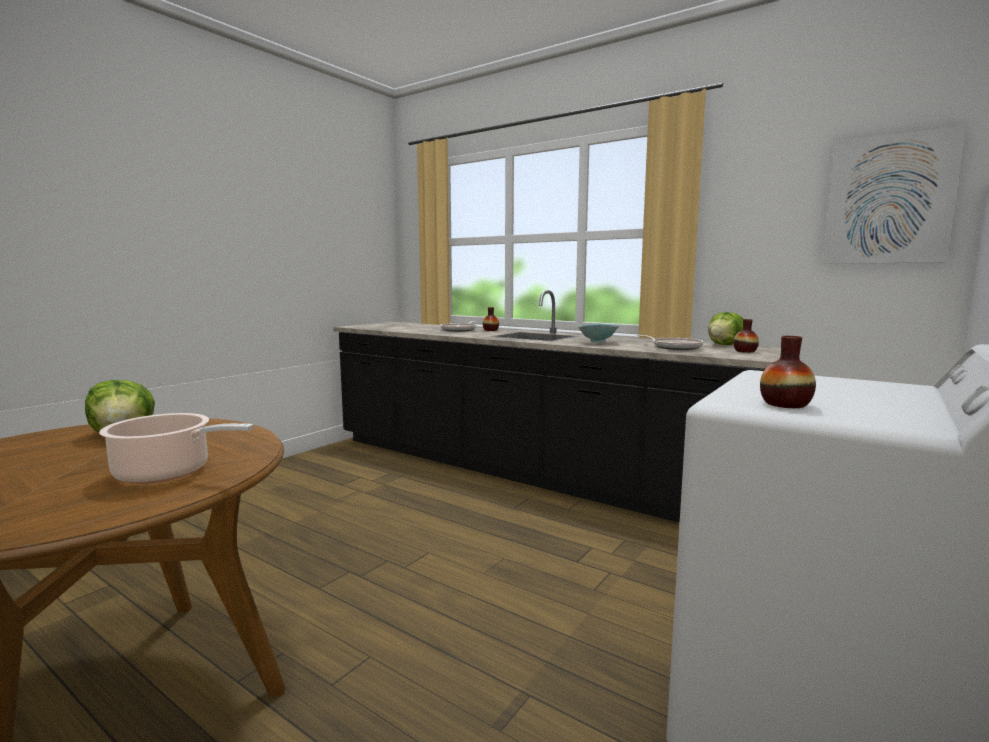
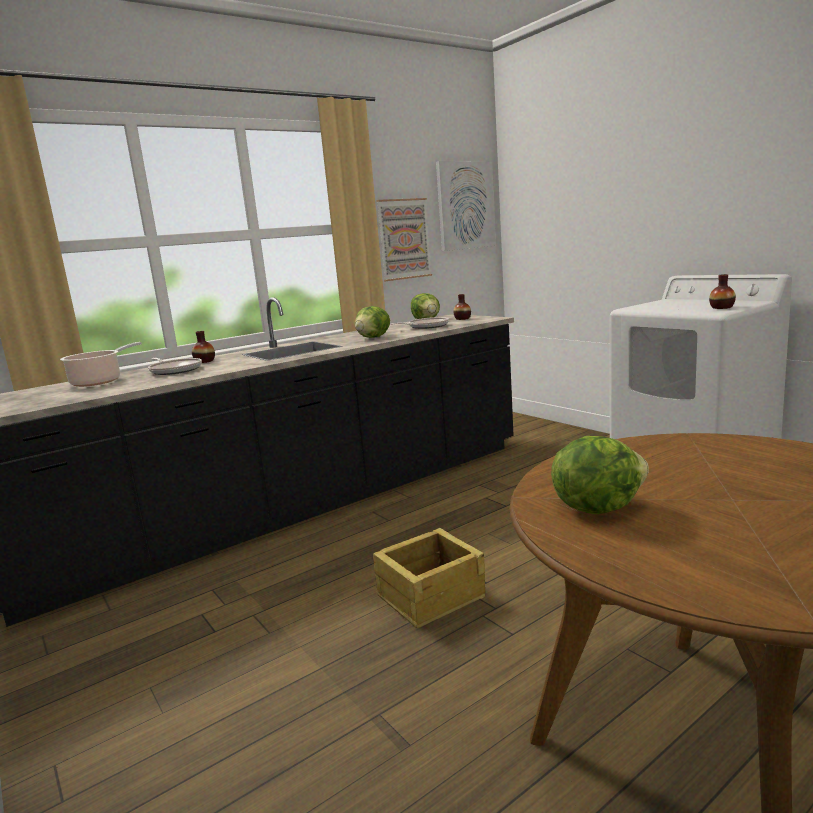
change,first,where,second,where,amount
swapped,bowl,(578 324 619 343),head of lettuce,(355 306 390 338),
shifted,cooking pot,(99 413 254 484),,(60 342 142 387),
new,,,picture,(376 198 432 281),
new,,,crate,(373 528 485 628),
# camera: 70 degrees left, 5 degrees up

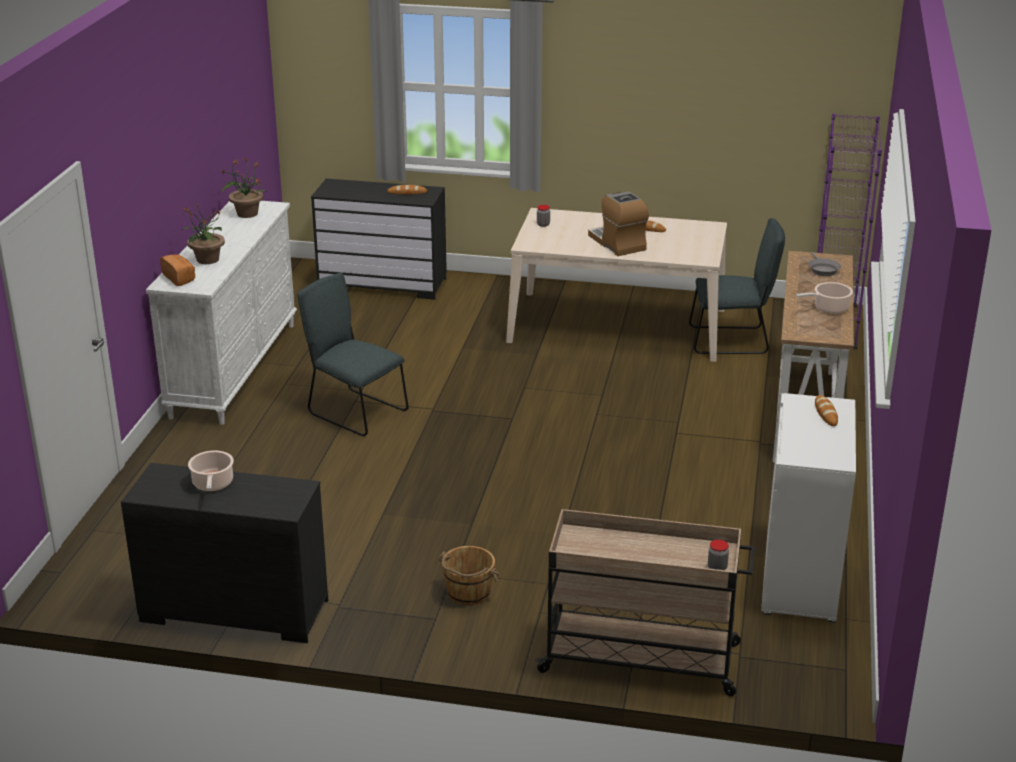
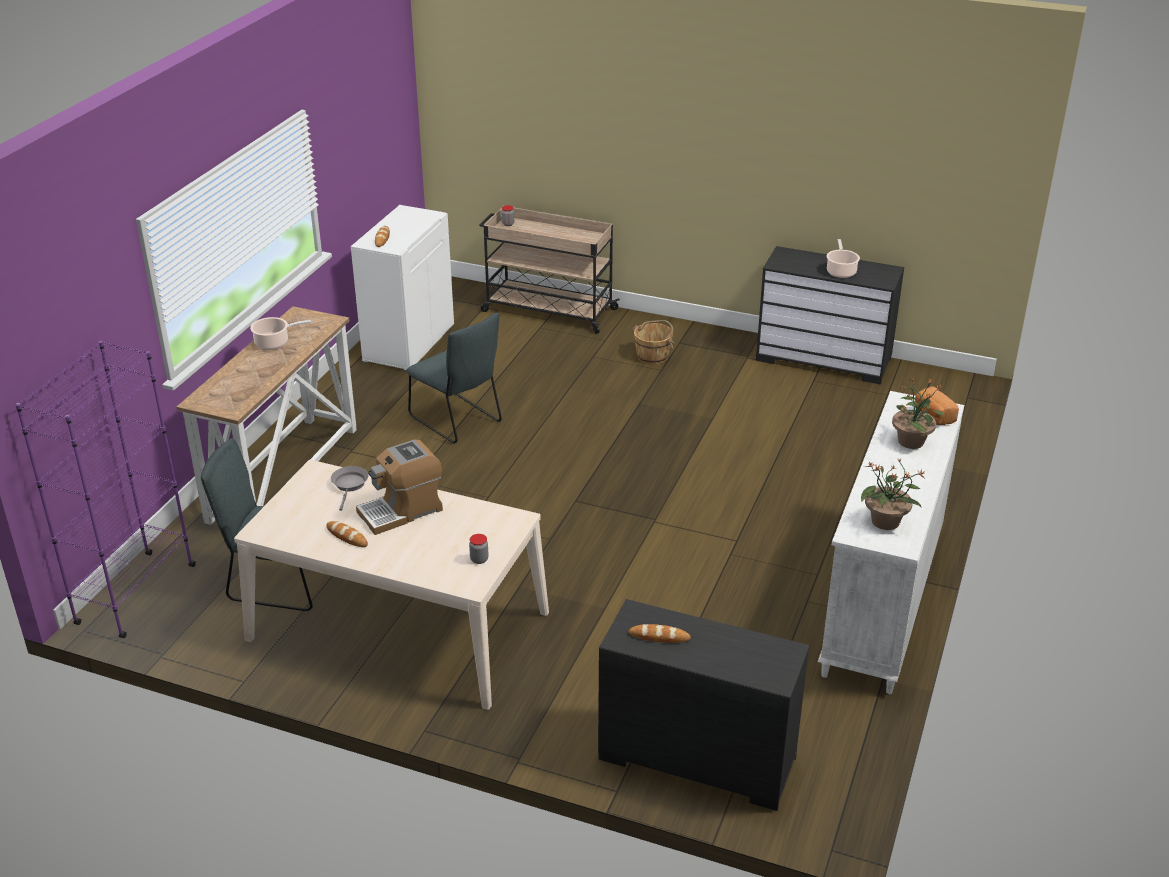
change,first,where,second,where,amount
rotated,coffee maker,(588 191 649 256),,(356 440 443 535),75 degrees clockwise
shifted,gray frying pan,(808 252 841 276),,(331 466 369 511),
shifted,gray chair,(297 273 409 436),,(406 313 502 443),
# camera: 170 degrees left, 5 degrees up

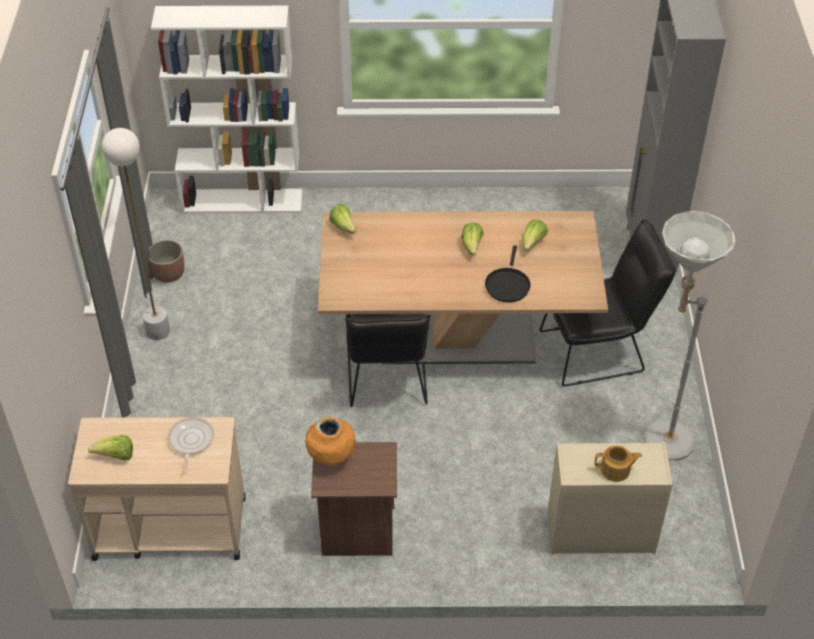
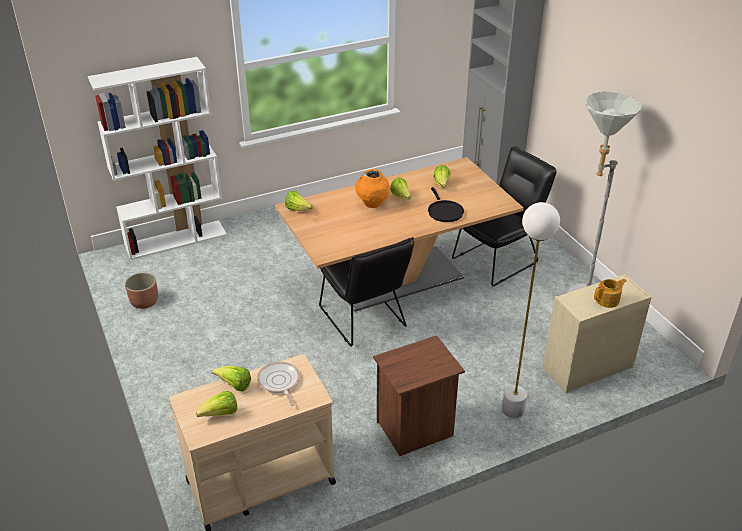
change,first,where,second,where,amount
shifted,white-coloured floor lamp,(102 128 170 340),,(502 202 560 418),
shifted,orange-coloured decorative vase,(305 417 356 465),,(355 169 390 208),
new,,,head of lettuce,(212 366 251 391),
# camera: 25 degrees left, 10 degrees down

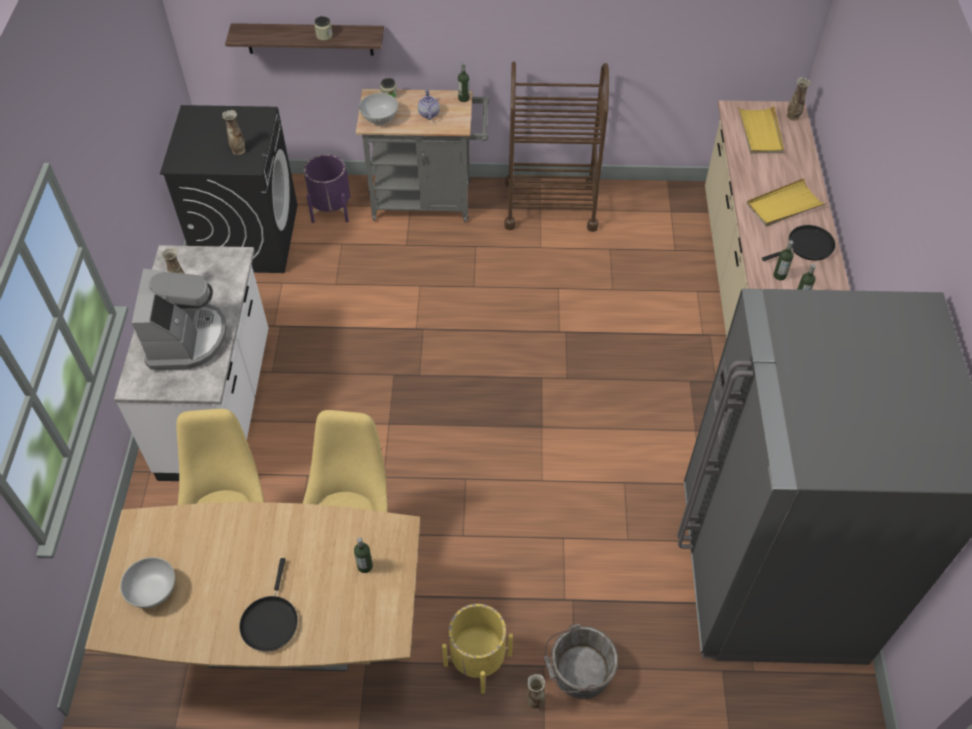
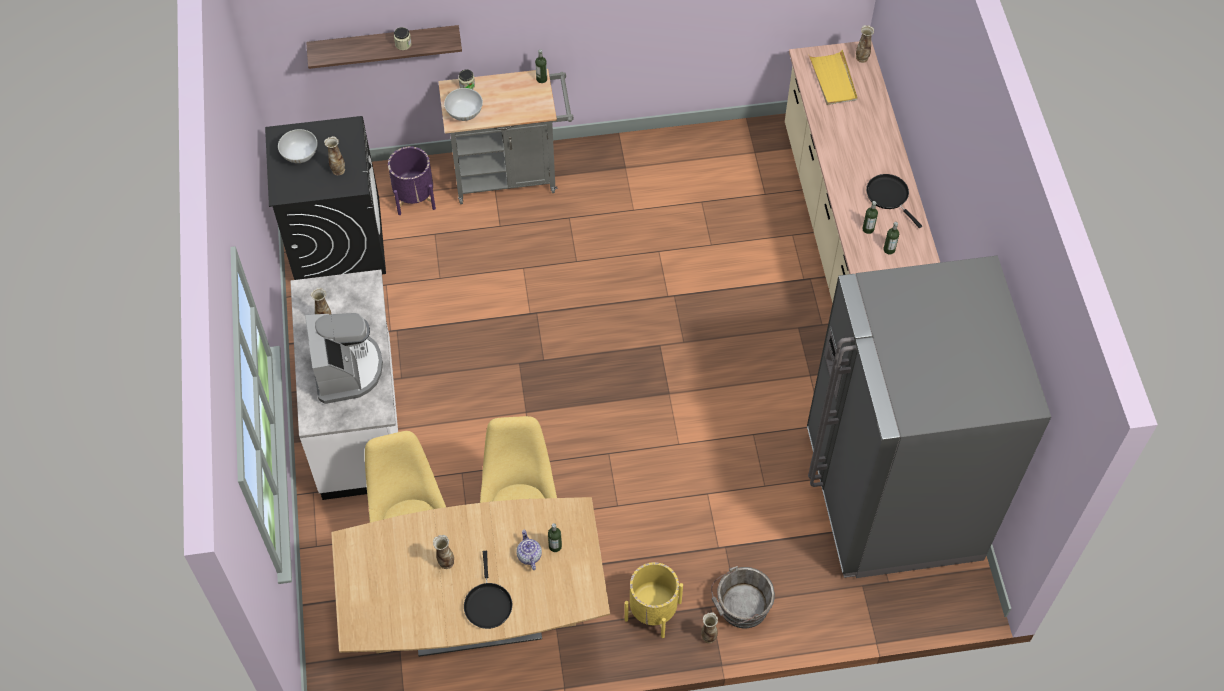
change,first,where,second,where,amount
gone,brown wheeled cart,(504 62 609 232),,,
shifted,tea pot,(418 90 440 120),,(516 529 542 570),
gone,yellowish serving tray,(746 178 827 227),,,
rotated,blackish frying pan,(762 225 836 261),,(866 174 922 228),90 degrees counterclockwise
shifted,white-coloured bowl,(120 557 175 608),,(278 129 318 163),
new,,,decorative vase,(433 535 454 569),
# camera: 10 degrees left, 5 degrees up

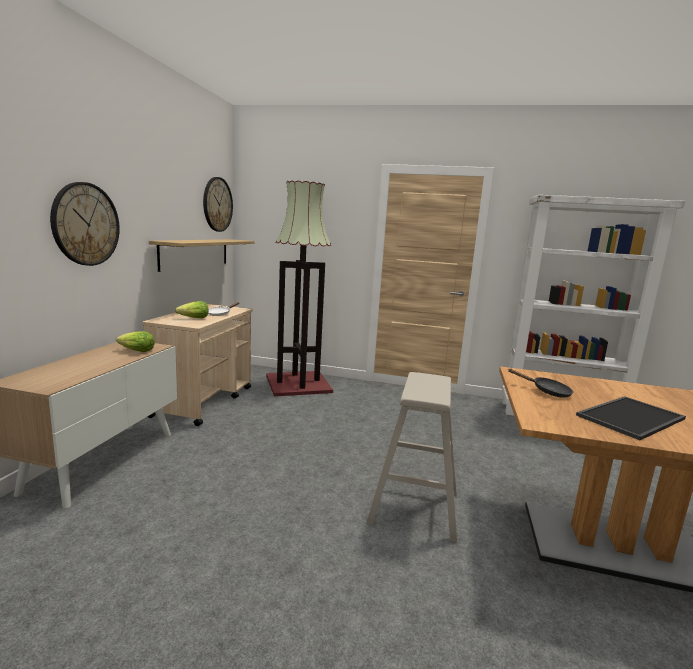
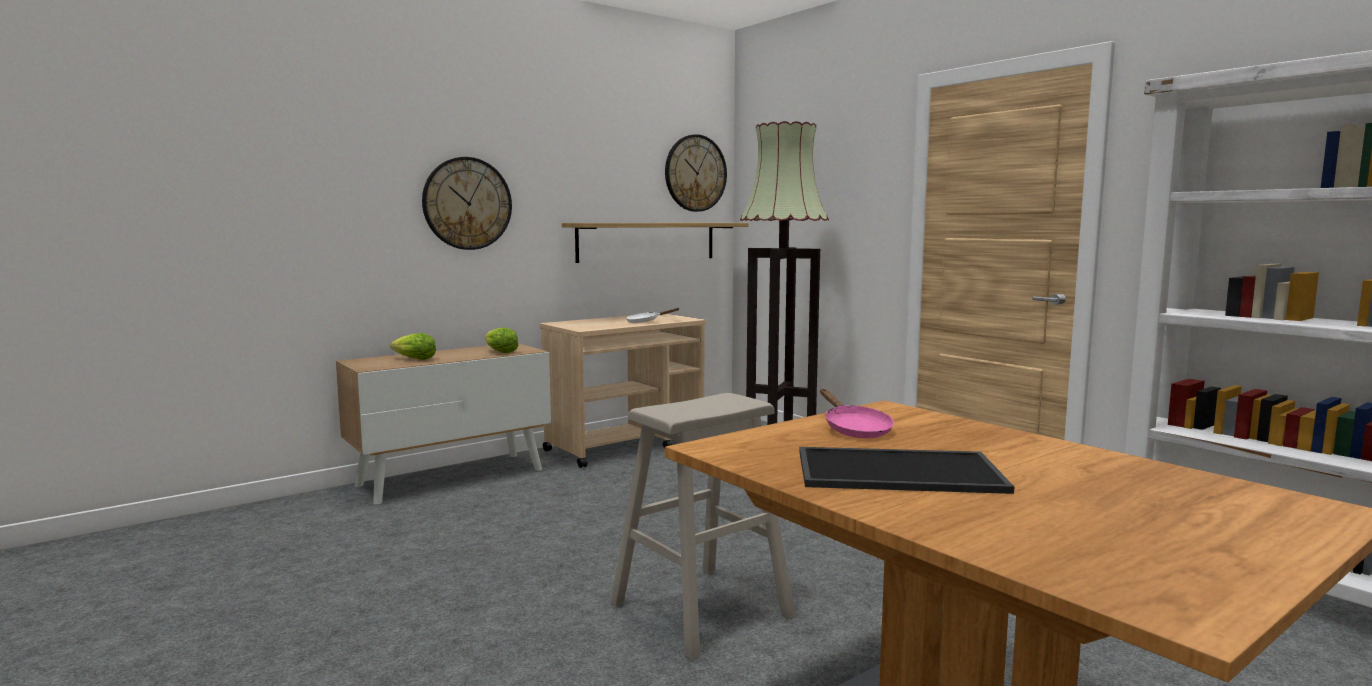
change,first,where,second,where,amount
shifted,head of lettuce,(175 301 208 318),,(390 333 436 360),
repainted,blackish frying pan,(508 369 573 398),pink frying pan,(820 389 894 438),
# camera: 40 degrees right, 5 degrees down

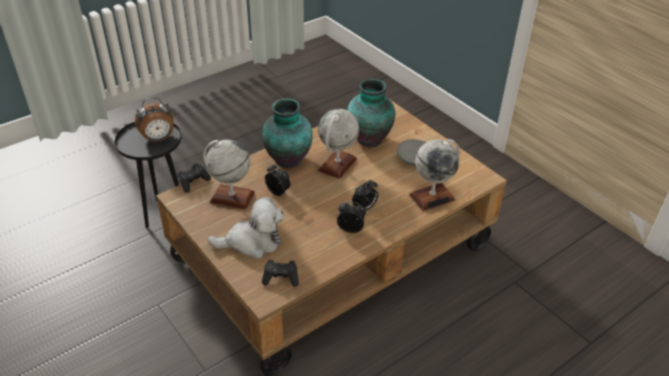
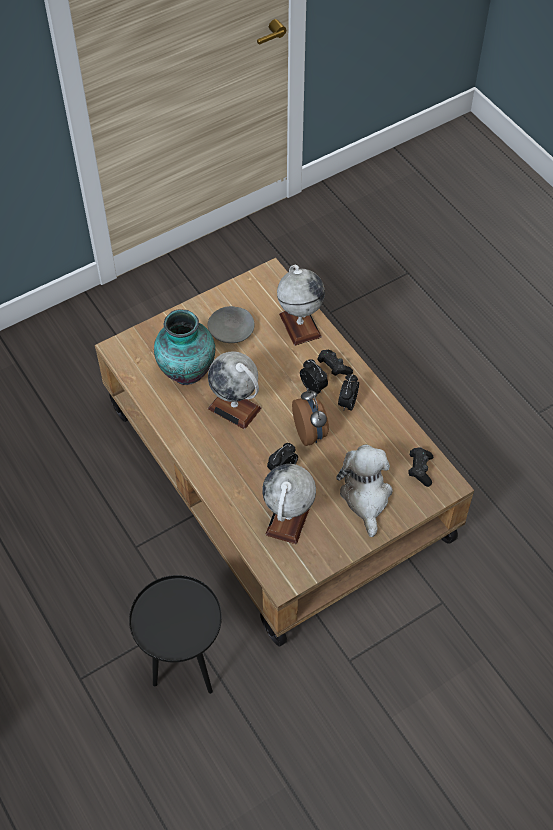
change,first,where,second,where,amount
shifted,alarm clock,(135 97 174 142),,(292 388 329 446),
gone,decorative vase,(262 99 313 168),,,
shifted,blackish gamepad,(178 163 211 192),,(317 350 353 376),
# camera: 85 degrees left, 15 degrees up

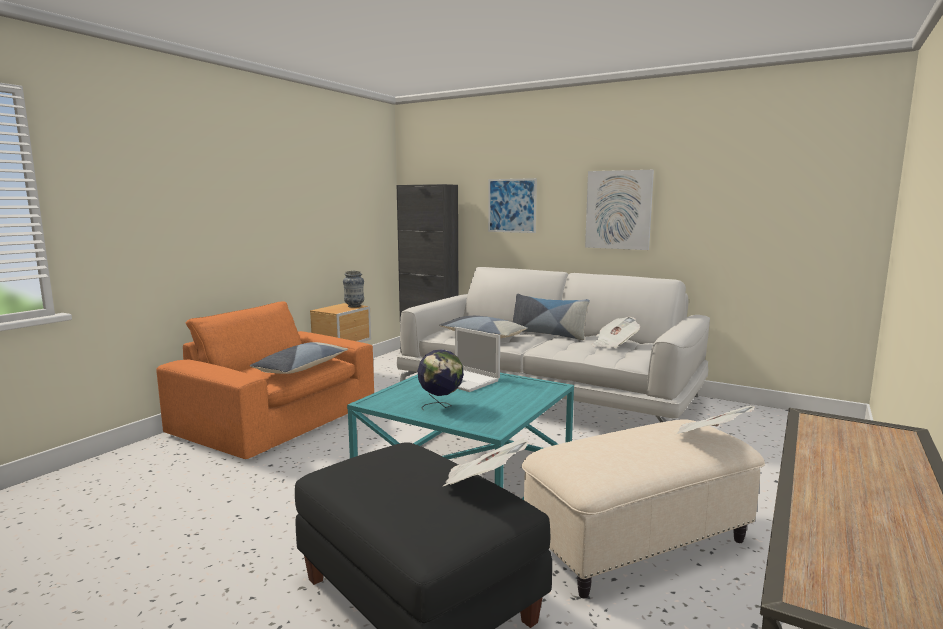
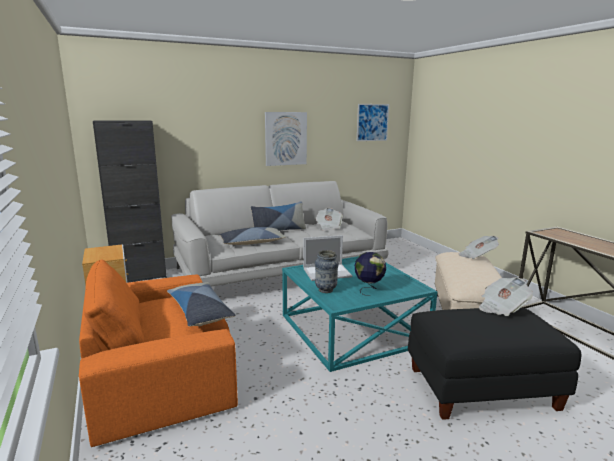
change,first,where,second,where,amount
shifted,picture,(488 178 537 233),,(357 104 389 141),
shifted,decorative vase,(343 271 364 308),,(315 250 339 293),
# camera: 55 degrees left, 5 degrees up

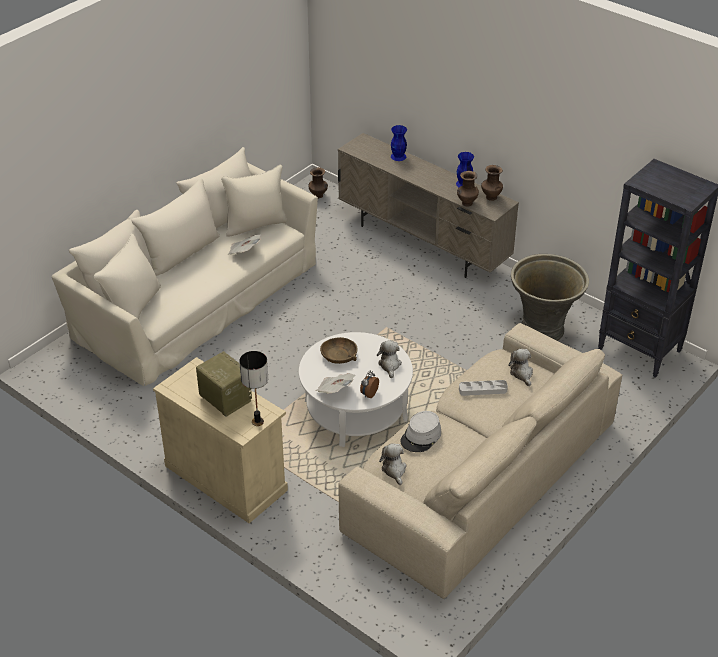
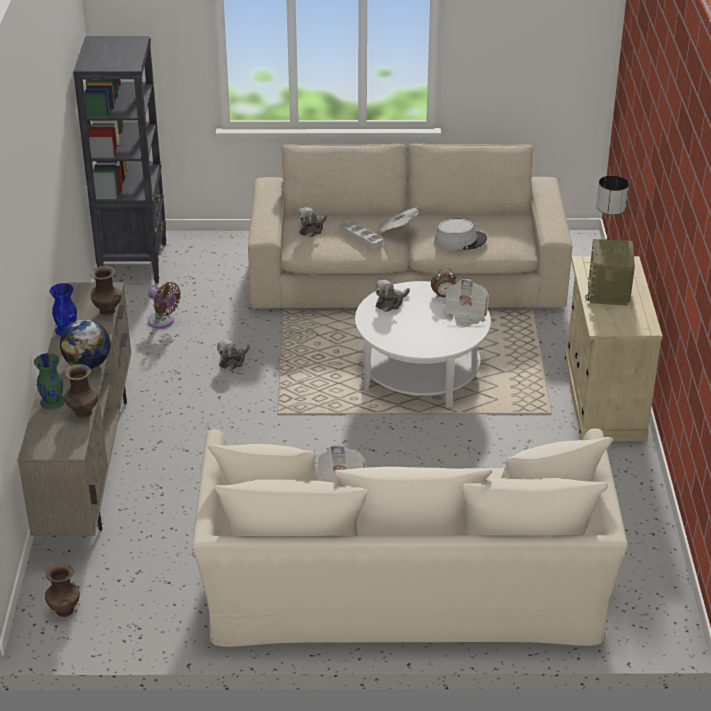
change,first,where,second,where,amount
repainted,blue-coloured decorative vase,(391 125 407 161),greenish decorative vase,(34 353 65 410),
shifted,brown decorative vase,(481 165 503 201),,(64 364 98 418),
swapped,gray flower pot,(511 254 589 341),brown electric fan,(148 282 181 328),
gone,brown bowl,(320 337 358 364),,,
shifted,cuddly toy,(379 443 407 486),,(217 340 250 371),
new,,,printed paper,(377 207 419 232),
new,,,desk globe,(60 320 111 369),
# camera: 130 degrees left, 5 degrees down

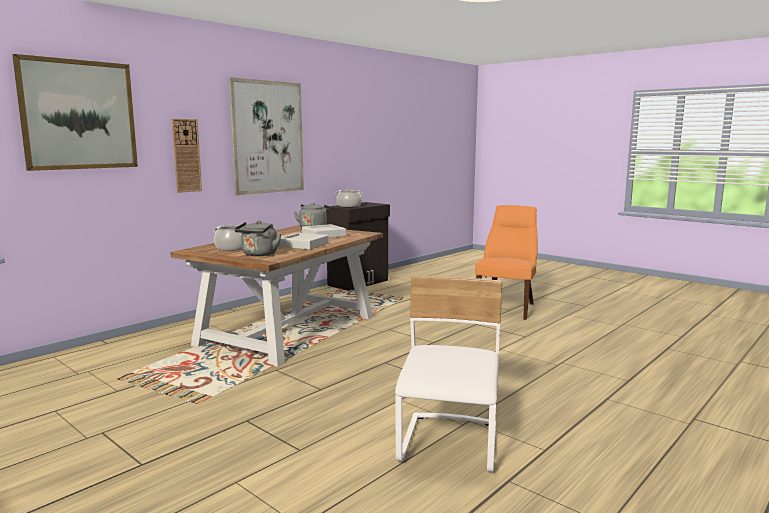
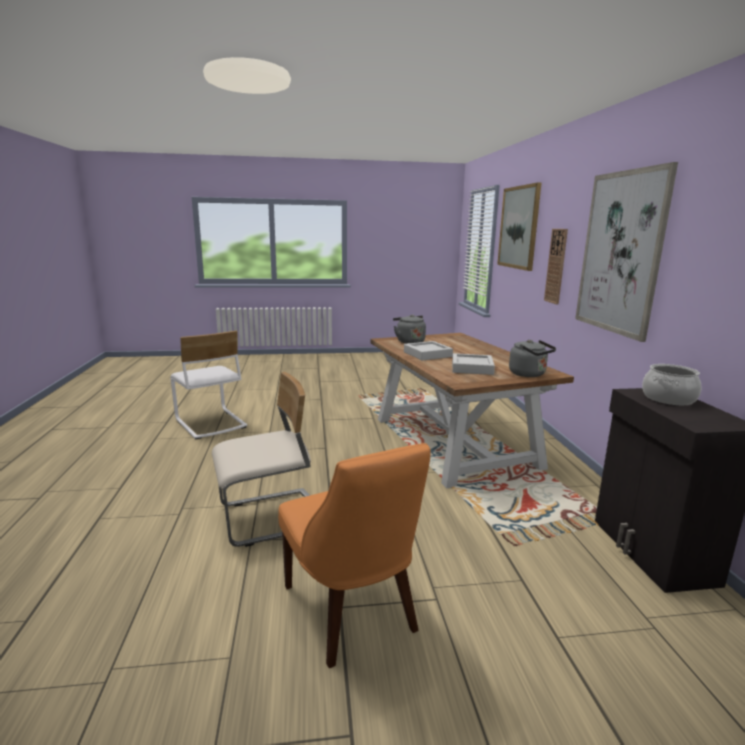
change,first,where,second,where,amount
gone,cooking pot,(213 225 245 251),,,
new,,,beige chair,(212 372 311 547),
# camera: 130 degrees right, 5 degrees up

